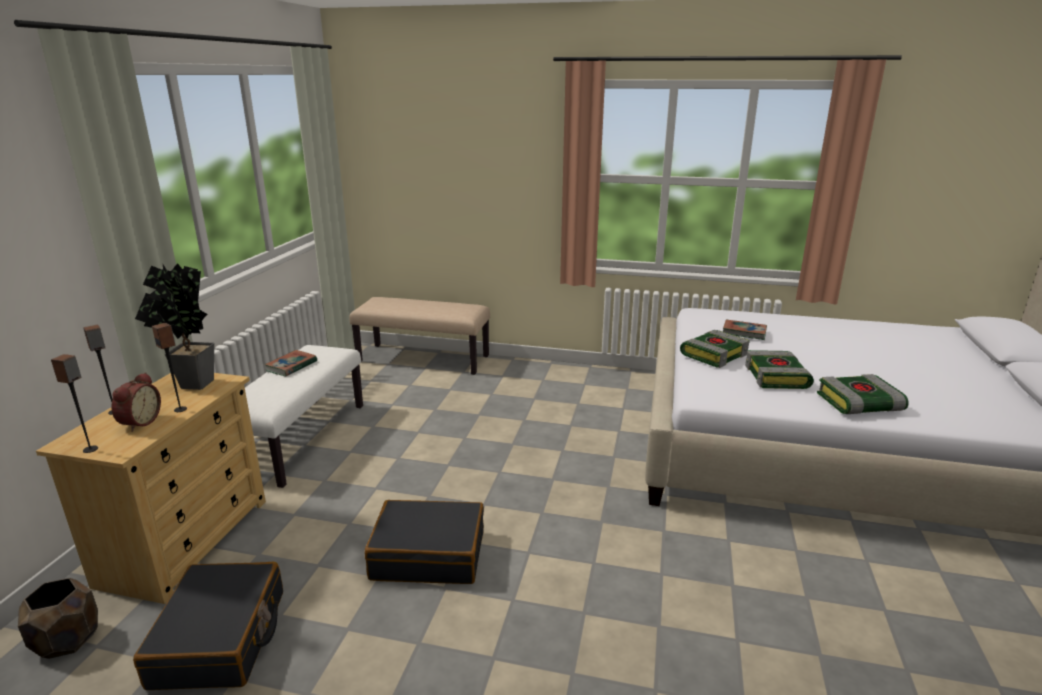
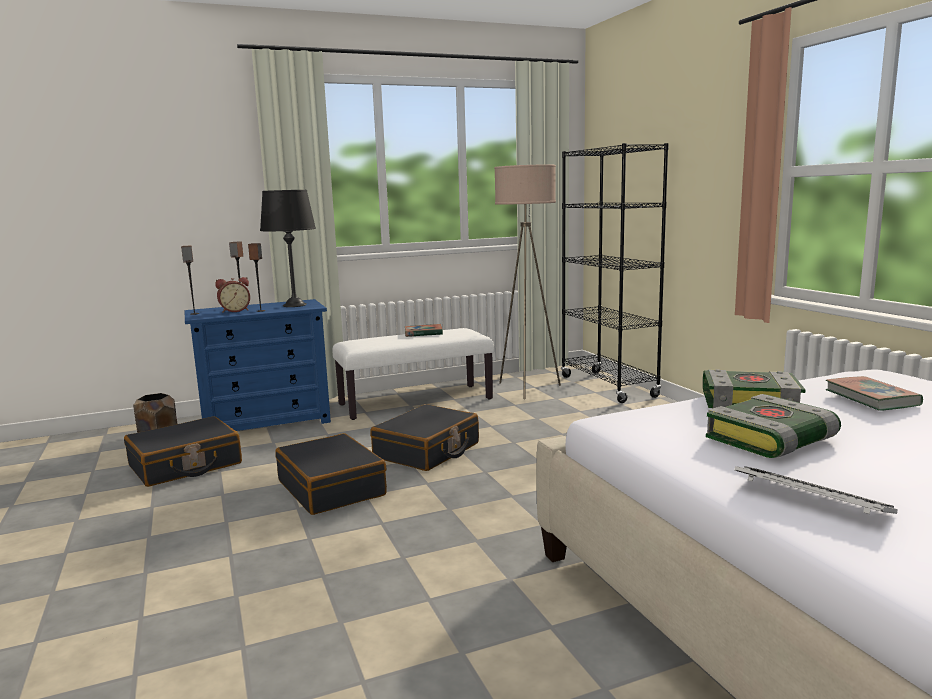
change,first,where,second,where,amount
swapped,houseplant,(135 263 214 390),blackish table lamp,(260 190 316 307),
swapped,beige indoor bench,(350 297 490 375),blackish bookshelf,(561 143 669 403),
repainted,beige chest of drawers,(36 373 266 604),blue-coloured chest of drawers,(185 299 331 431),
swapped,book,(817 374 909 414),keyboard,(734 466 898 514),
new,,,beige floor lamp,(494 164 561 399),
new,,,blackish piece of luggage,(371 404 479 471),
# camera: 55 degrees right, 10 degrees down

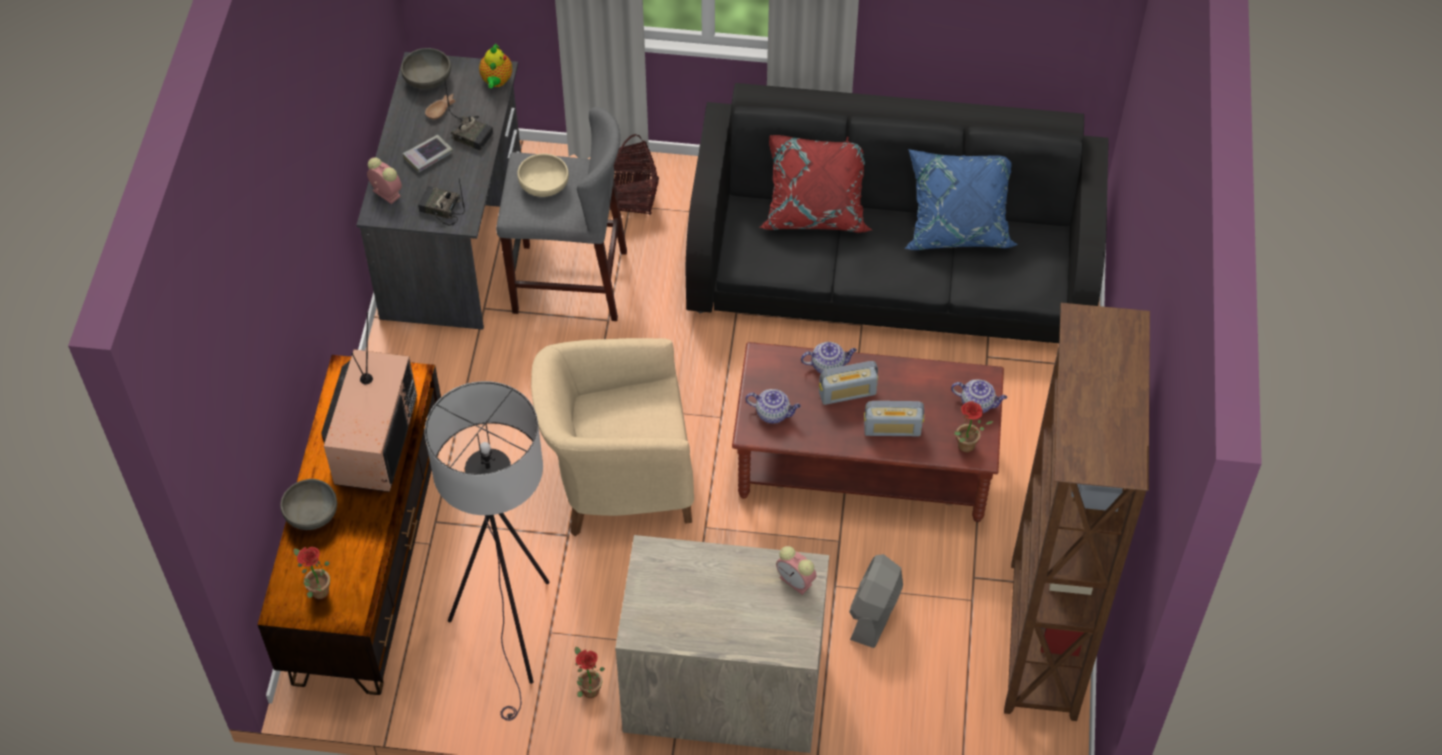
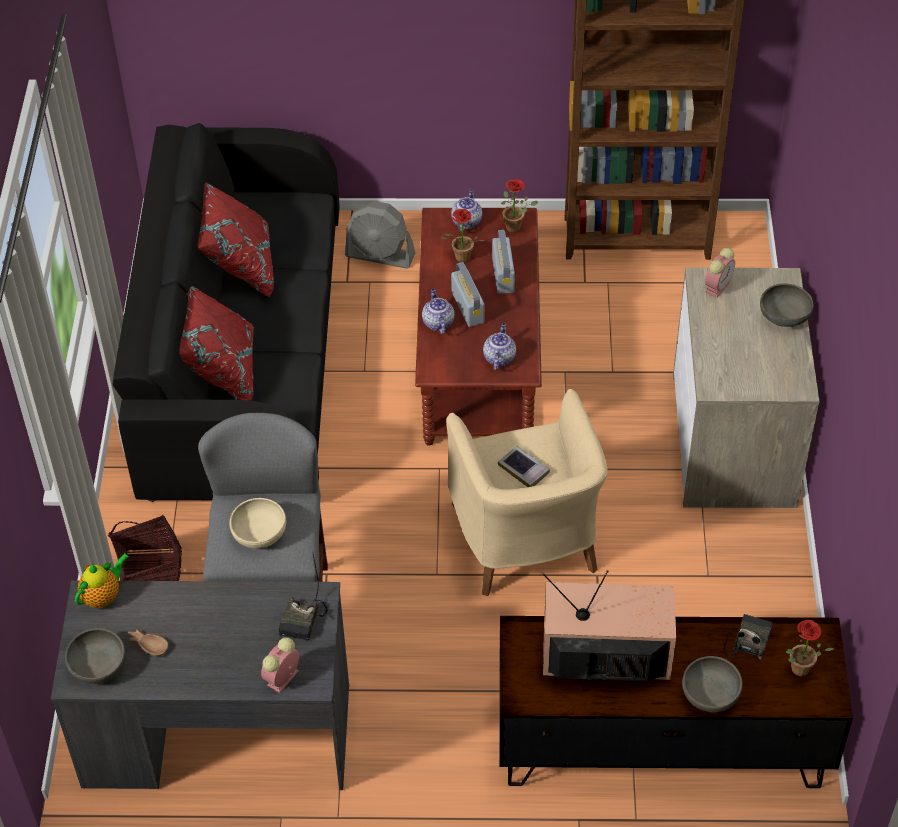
change,first,where,second,where,amount
rotated,tea pot,(479 44 512 88),,(75 553 129 608),45 degrees counterclockwise
shifted,radio,(445 81 493 151),,(724 614 773 660),
shifted,book,(403 135 453 172),,(498 446 550 487),
repainted,blue-coloured throw pillow,(905 149 1018 250),red throw pillow,(197 182 274 297),
gone,gray floor lamp,(425 381 550 721),,,
shifted,gray electric fan,(849 554 903 648),,(345 201 415 269),
shifted,houseplant,(575 646 605 698),,(441 209 485 263),
new,,,gray bowl,(760 283 813 327),
# camera: 95 degrees left, 5 degrees down

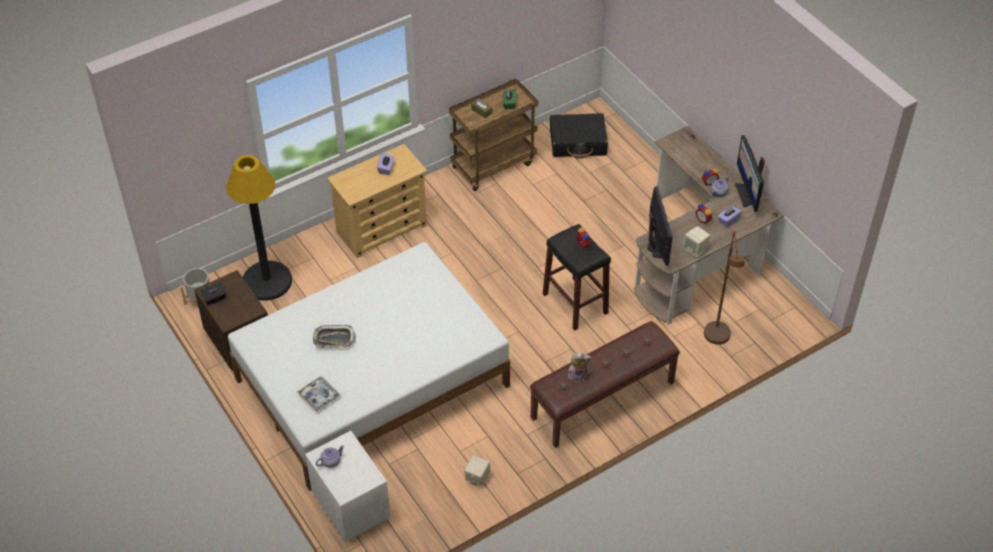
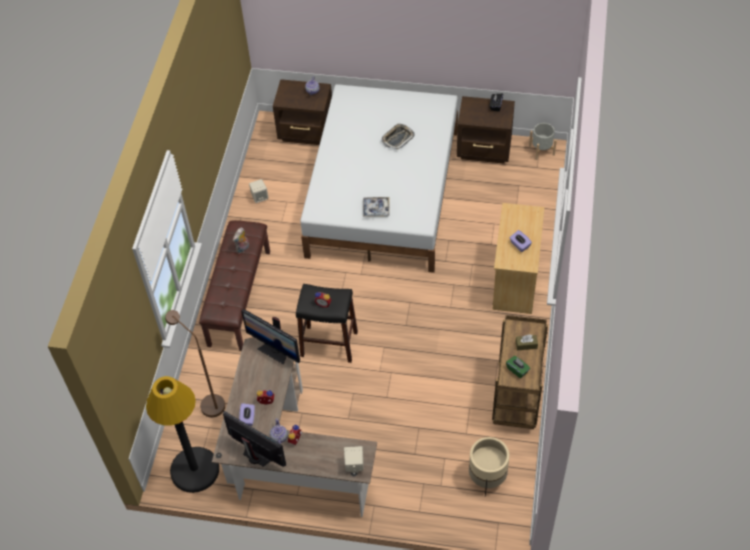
change,first,where,second,where,amount
swapped,blackish piece of luggage,(550 113 608 159),beige flower pot,(469 437 509 497),
shifted,blackish floor lamp,(226 155 292 301),,(146 376 219 493),
shifted,beige audio speaker,(683 226 710 257),,(344 446 364 473),
shifted,serving tray,(297 376 341 412),,(363 197 389 217),
repainted,white-coloured night table,(305 431 391 542),brown night table,(273 79 332 145),
# camera: 135 degrees right, 5 degrees up

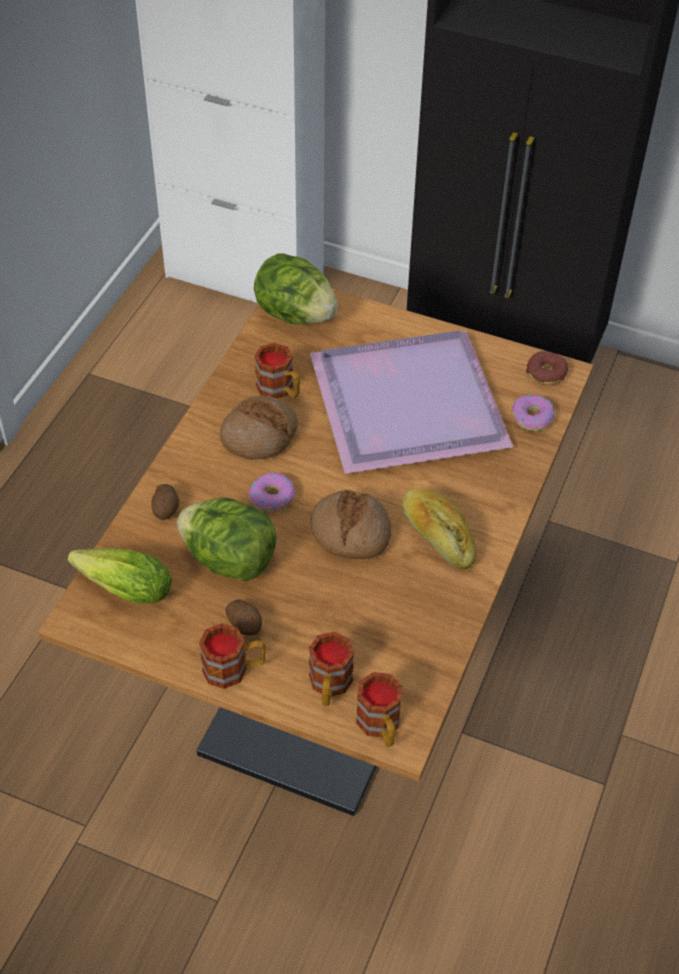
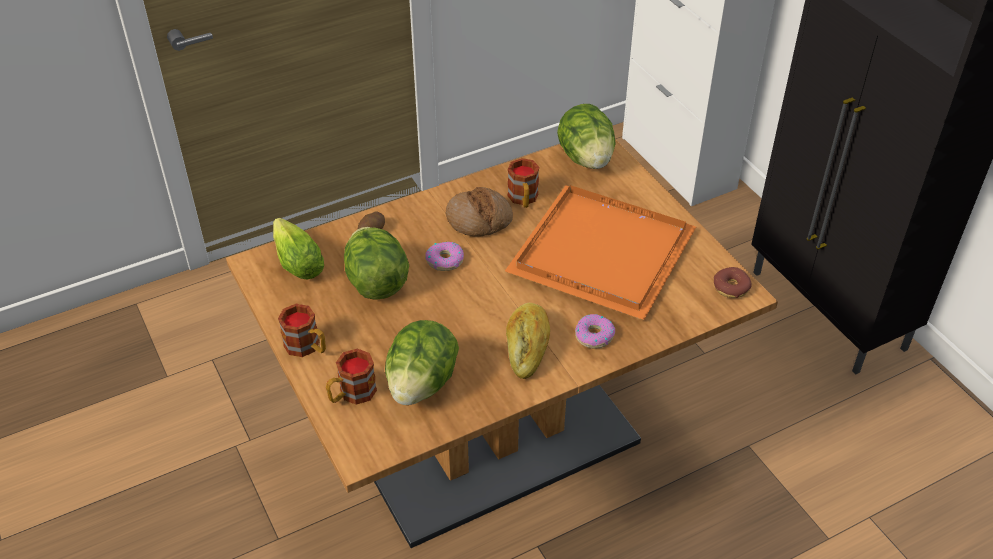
change,first,where,second,where,amount
repainted,purple serving tray,(310 331 513 474),orange-coloured serving tray,(505 185 696 320),
shifted,donut,(512 395 554 431),,(575 314 615 348),
gone,baked bread,(310 490 391 559),,,
gone,whole potato,(225 599 262 636),,,
gone,mug,(356 672 402 747),,,
new,,,head of lettuce,(385 320 459 405),
# camera: 40 degrees right, 5 degrees down

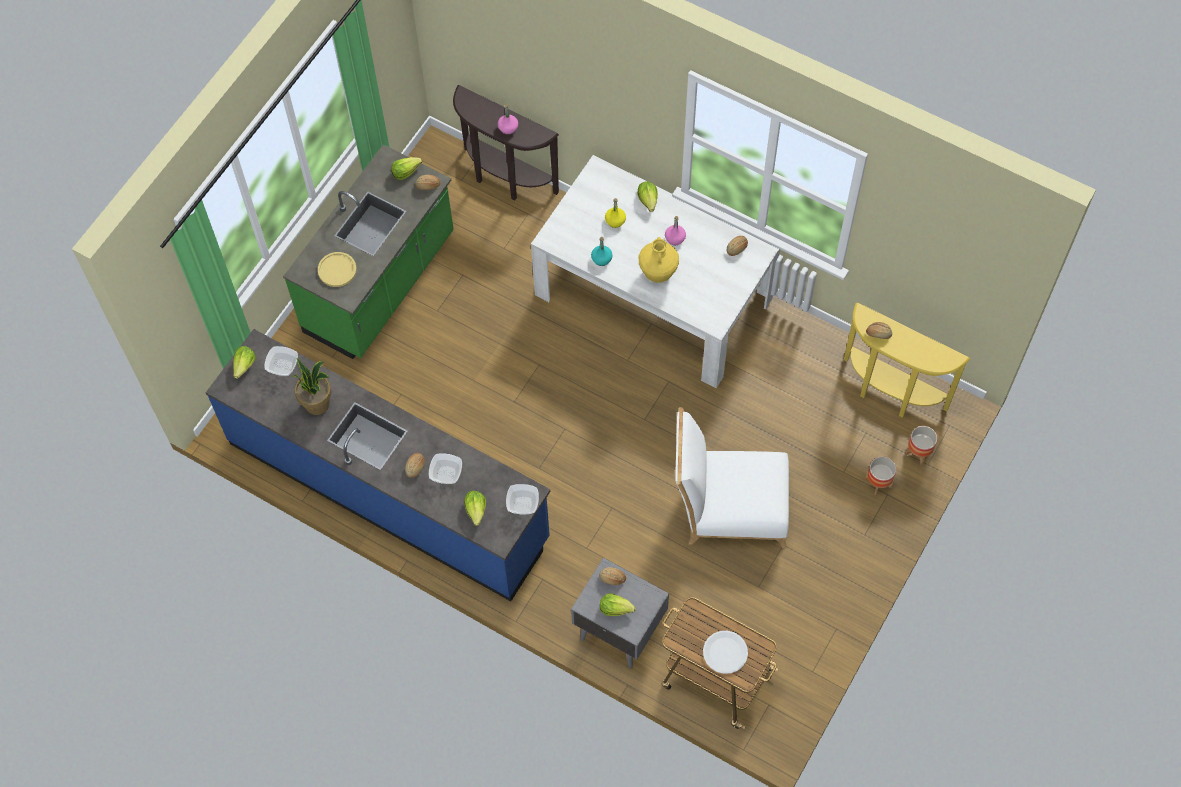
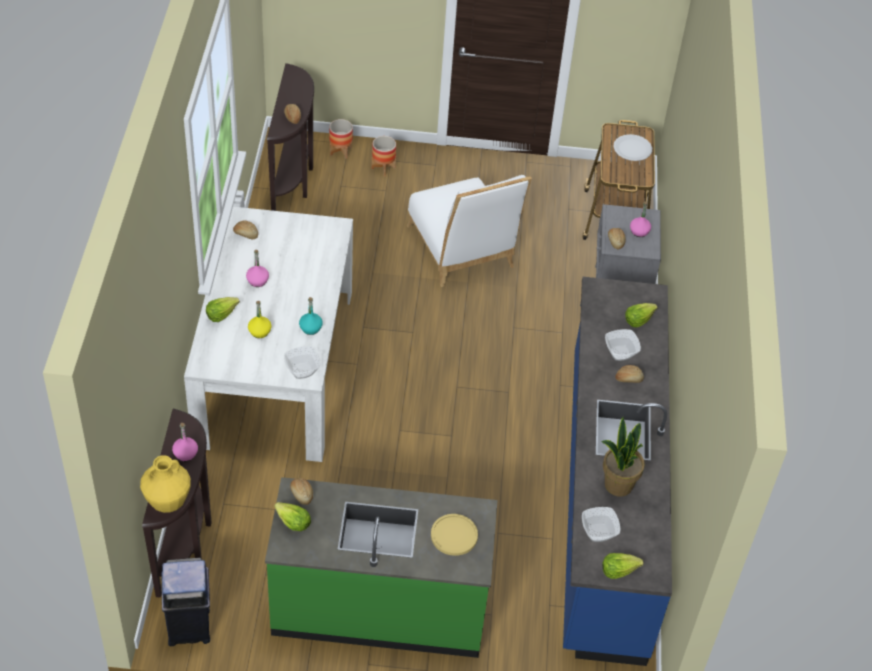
change,first,where,second,where,amount
shifted,yellowish decorative vase,(639 237 679 283),,(140 455 191 513),
repainted,yellowish hall table,(844 303 970 418),brown hall table,(267 63 314 211),
shifted,bowl,(506 484 539 514),,(284 346 320 379),
swapped,head of lettuce,(600 593 636 616),pink beverage bottle,(630 201 651 237),
new,,,blue-coloured rubbish bin,(161 558 210 646),
# camera: 120 degrees left, 15 degrees down

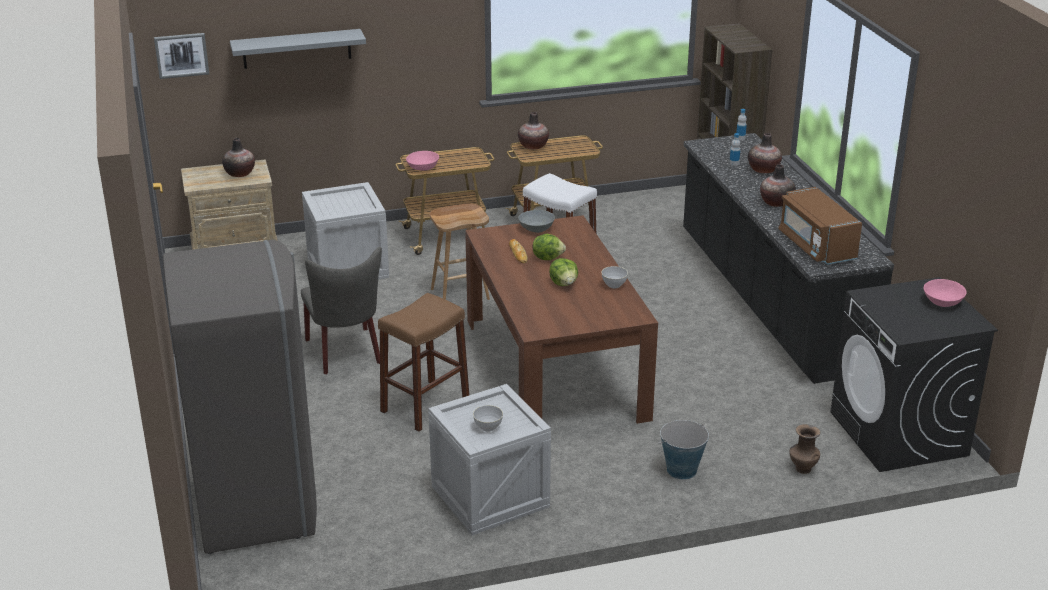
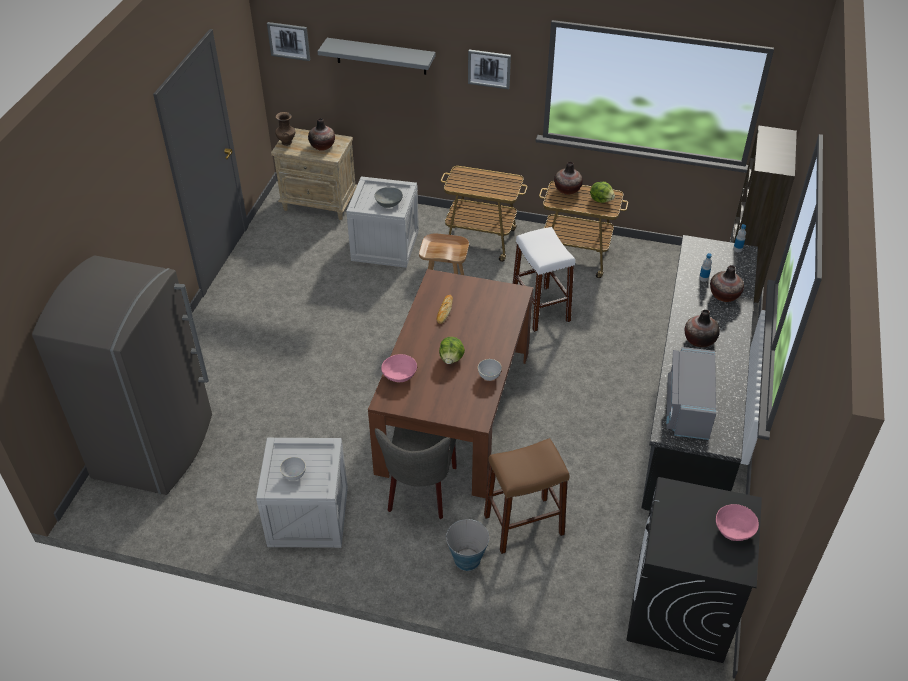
change,first,where,second,where,amount
shifted,pink bowl,(406 151 439 171),,(381 354 417 382),
repainted,brown microwave,(779 187 862 265),gray microwave,(666 347 716 440),
shifted,gray bowl,(518 210 555 233),,(374 187 403 208),
shifted,head of lettuce,(532 234 566 260),,(590 182 615 203),
shifted,gray chair,(301 247 382 374),,(375 427 457 519),
shifted,brown sitting stool,(378 293 469 432),,(484 438 570 554),
shifted,brown decorative vase,(789 424 820 474),,(275 112 295 146),
new,,,picture,(468 49 511 89),
# camera: 30 degrees right, 15 degrees up

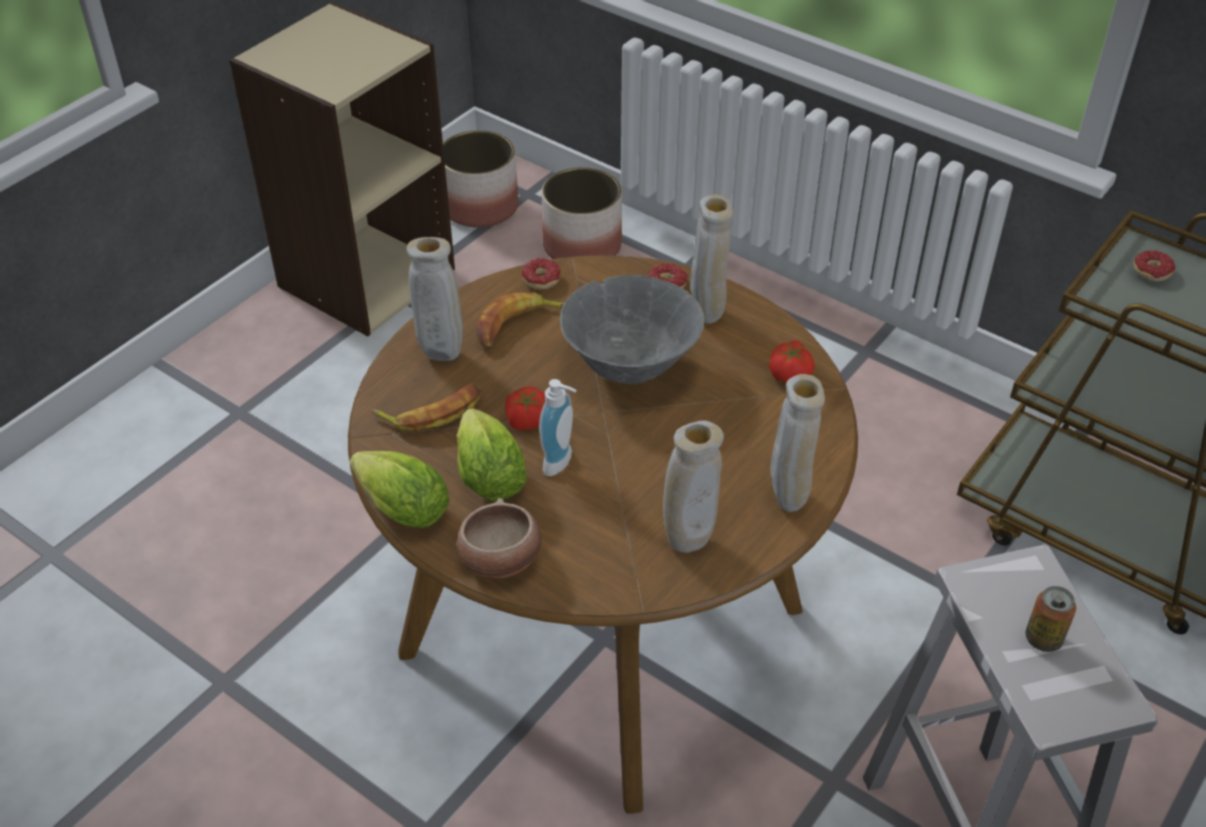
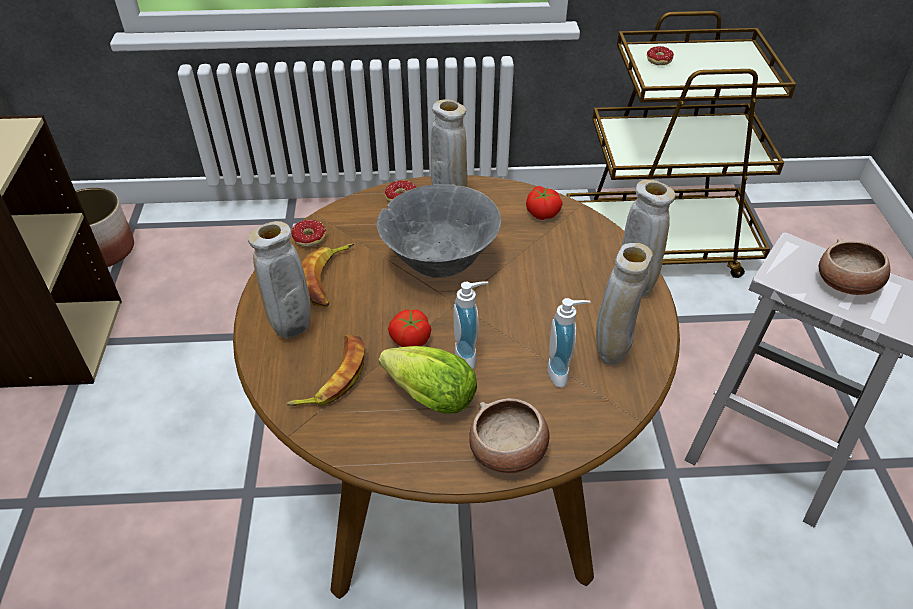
change,first,where,second,where,amount
gone,flower pot,(542 167 622 259),,,
gone,head of lettuce,(350 451 450 528),,,
swapped,can,(1025 586 1076 652),bowl,(819 239 890 295),
new,,,soap bottle,(547 298 590 388),
# camera: 40 degrees left, 0 degrees up

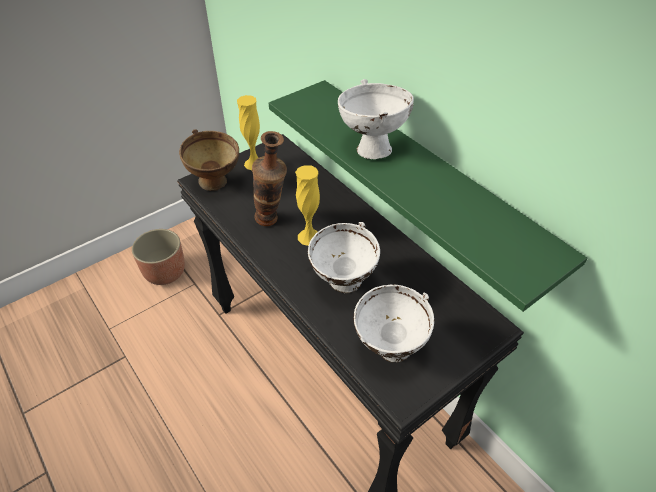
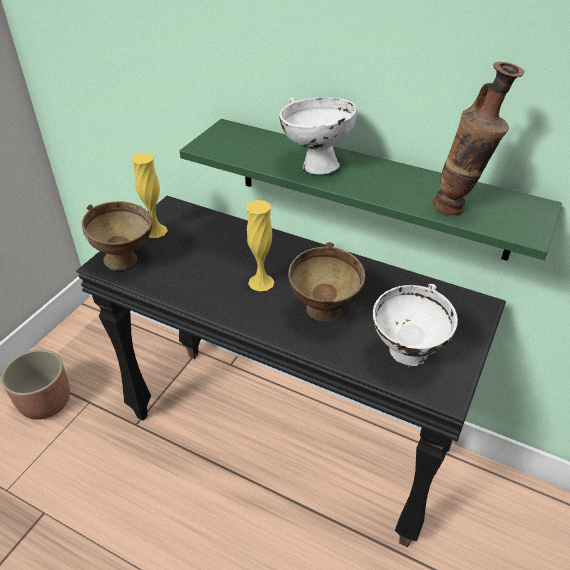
change,first,where,second,where,amount
shifted,decorative vase,(252 131 287 226),,(433 62 525 215),
repainted,white-coloured bowl,(308 222 380 293),brown bowl,(288 242 365 322),
# camera: 25 degrees left, 5 degrees down

